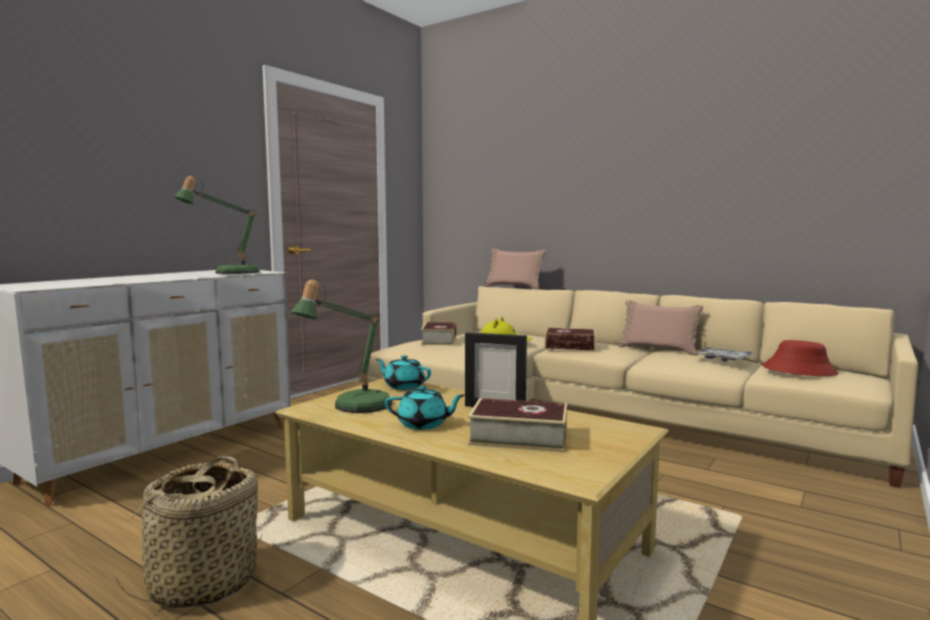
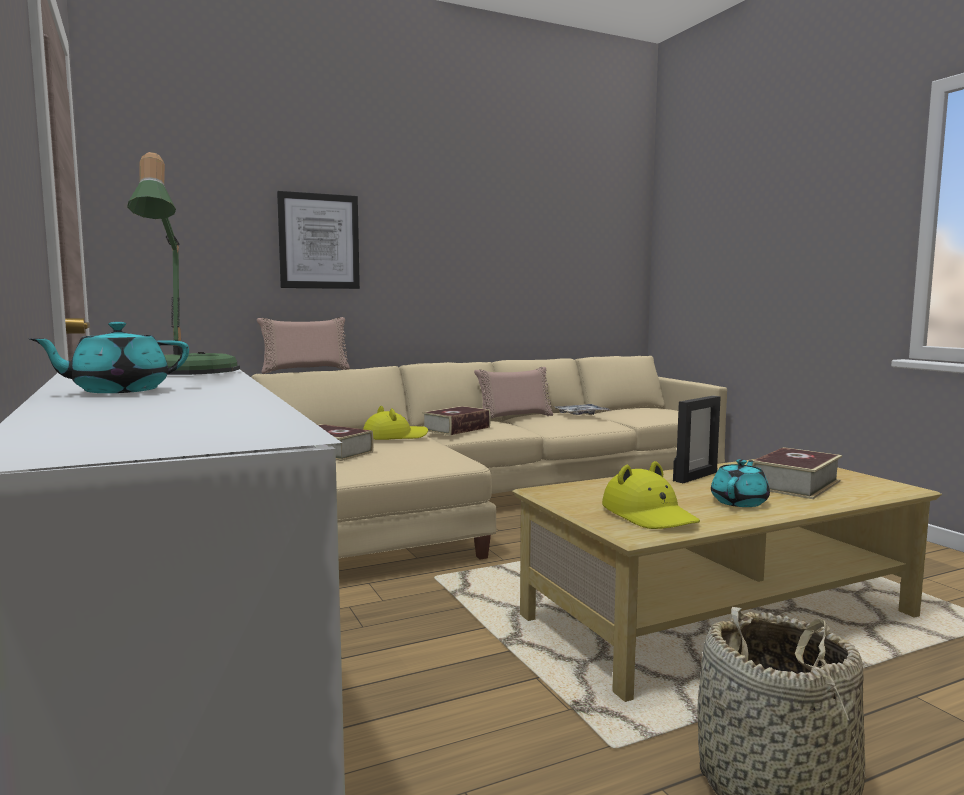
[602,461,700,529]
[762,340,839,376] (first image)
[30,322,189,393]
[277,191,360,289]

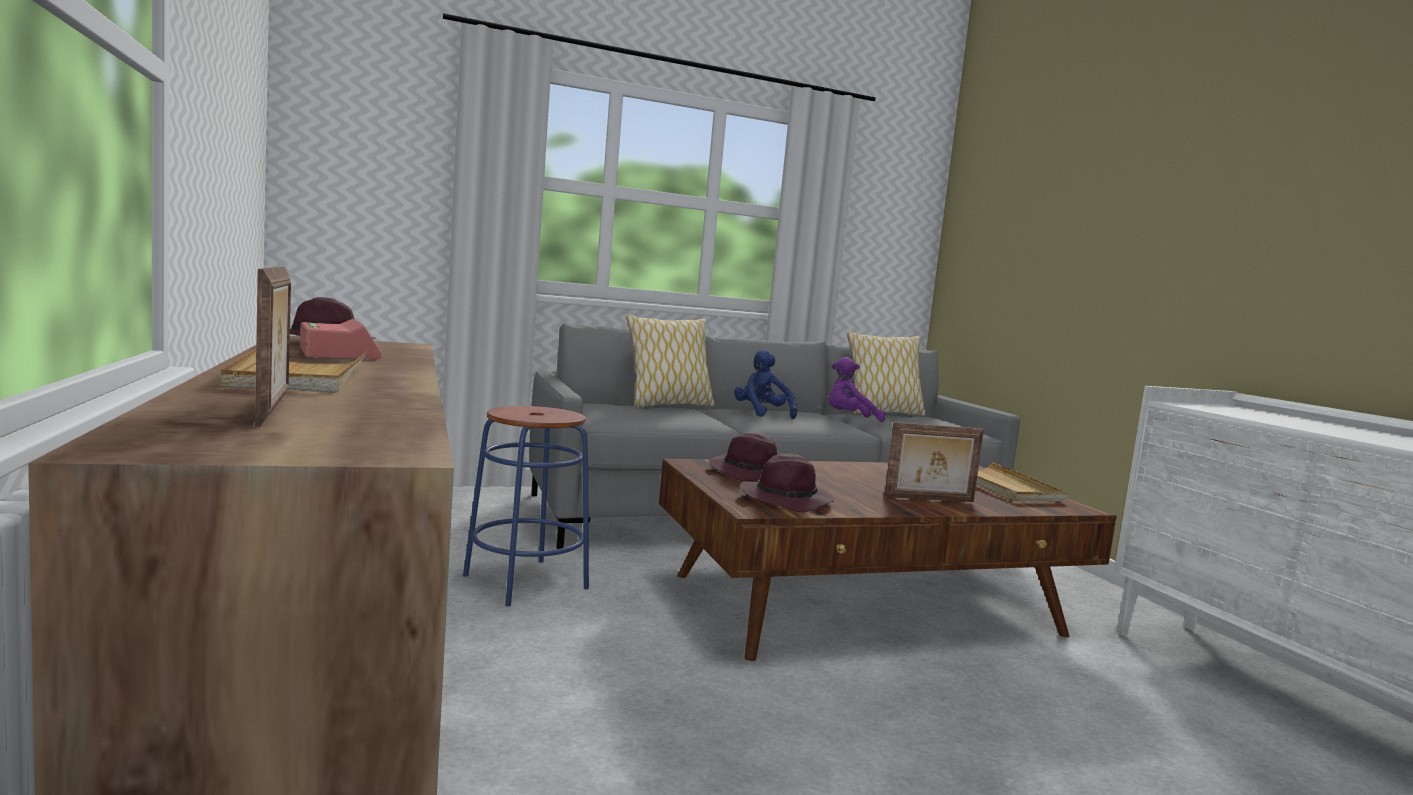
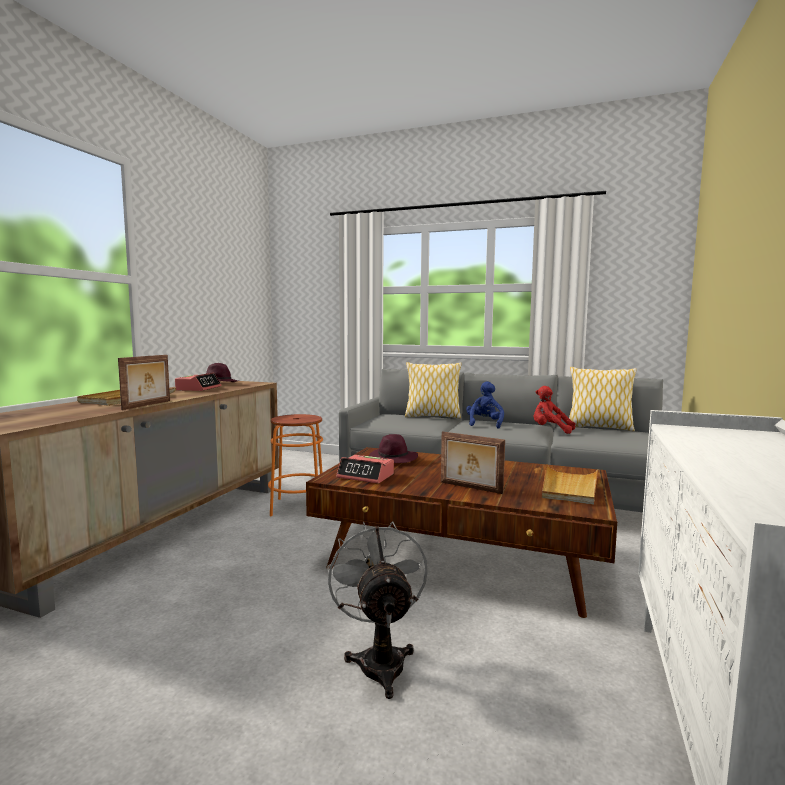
[118,355,170,410]
[534,386,576,434]
[268,414,323,516]
[336,455,394,484]
[327,521,428,699]

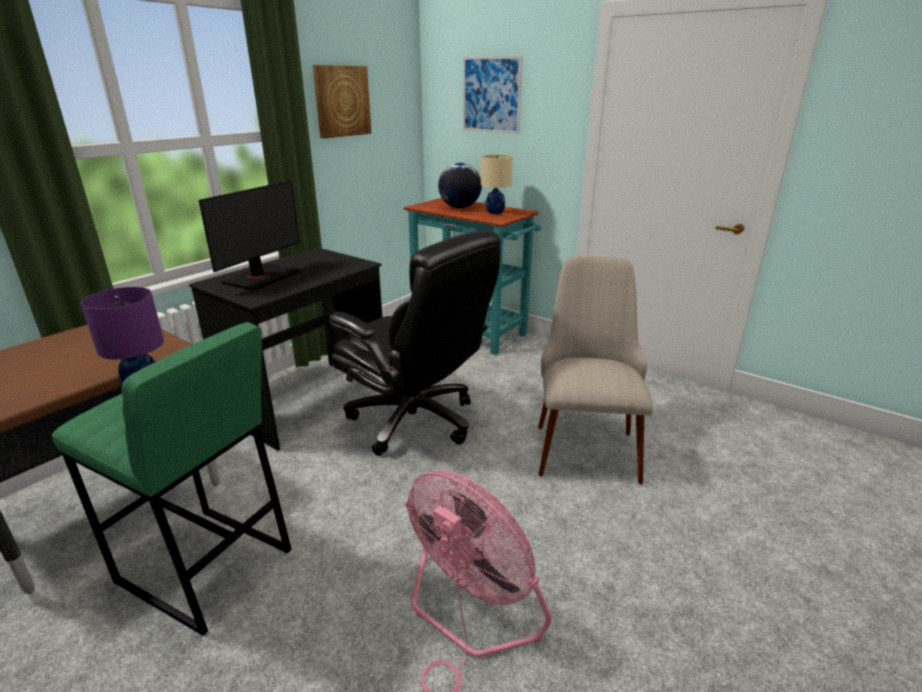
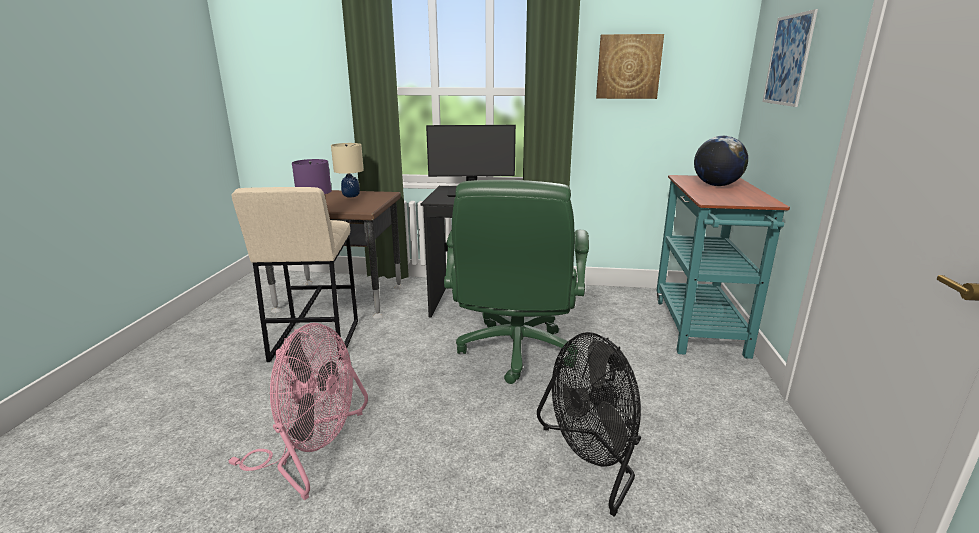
[331,143,364,197]
[444,180,589,384]
[537,332,641,517]
[232,187,358,362]

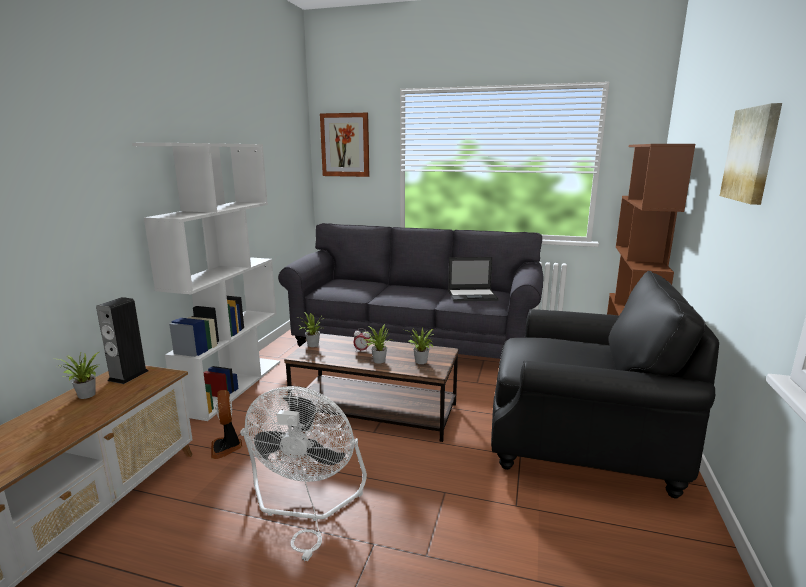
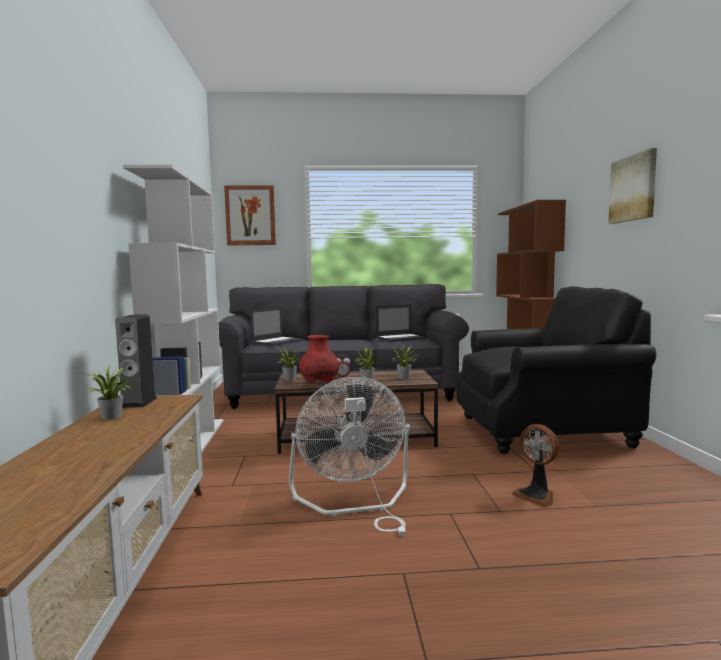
[512,424,559,507]
[250,307,304,346]
[299,335,339,385]

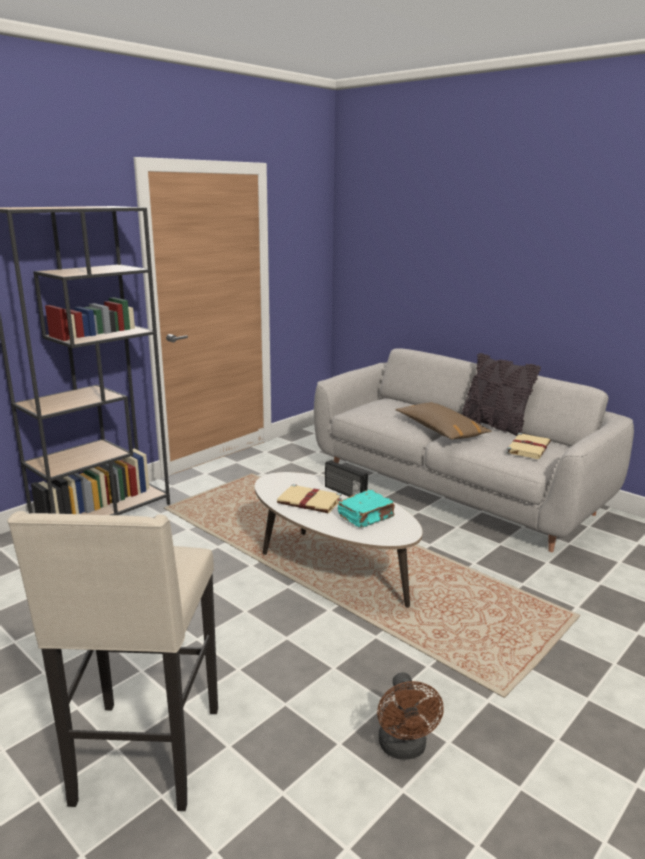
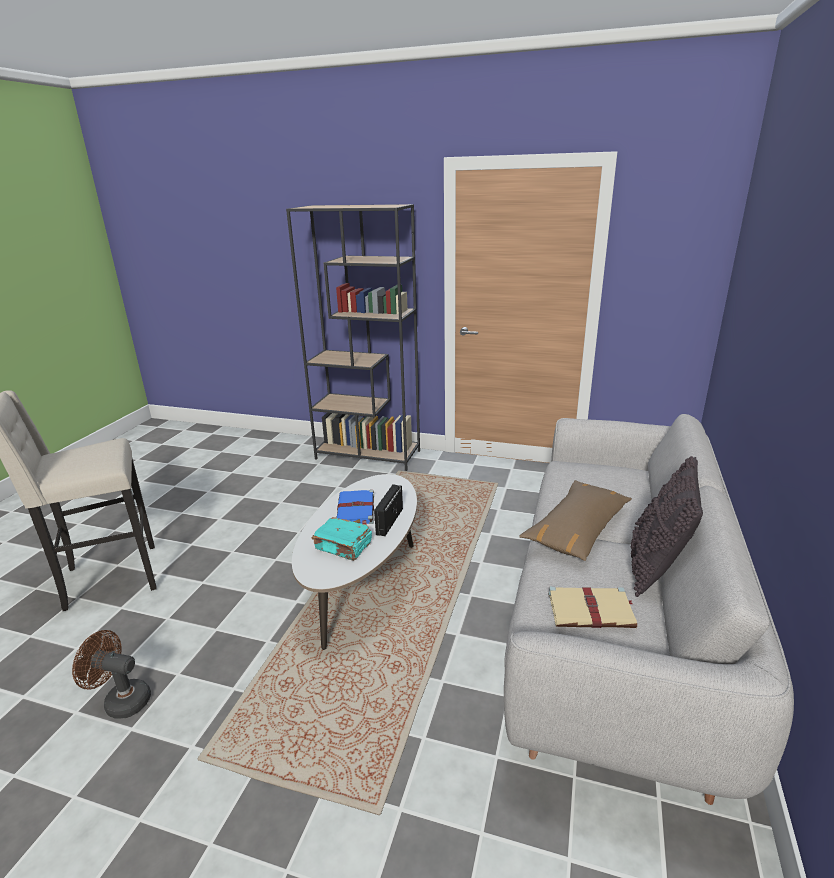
[337,490,374,525]
[72,630,151,719]

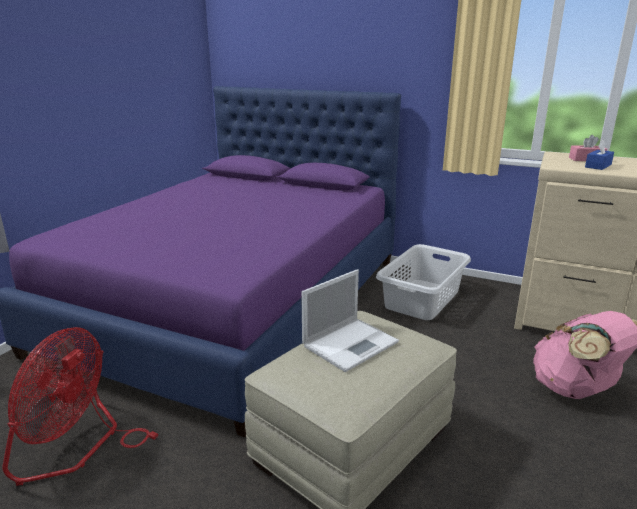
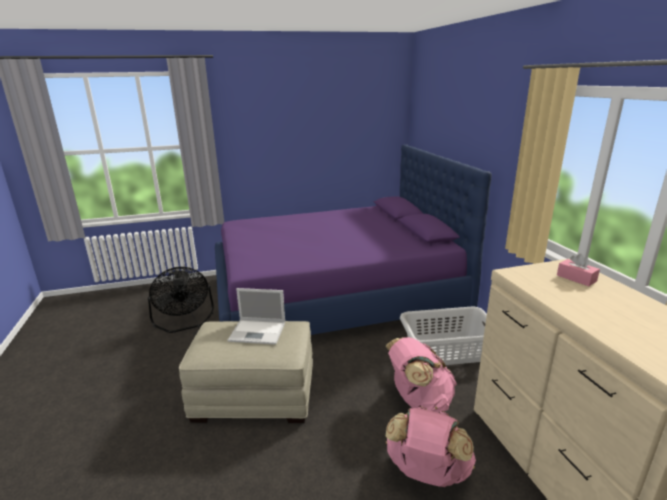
[585,140,614,170] (first image)
[147,267,214,337]
[386,337,457,413]

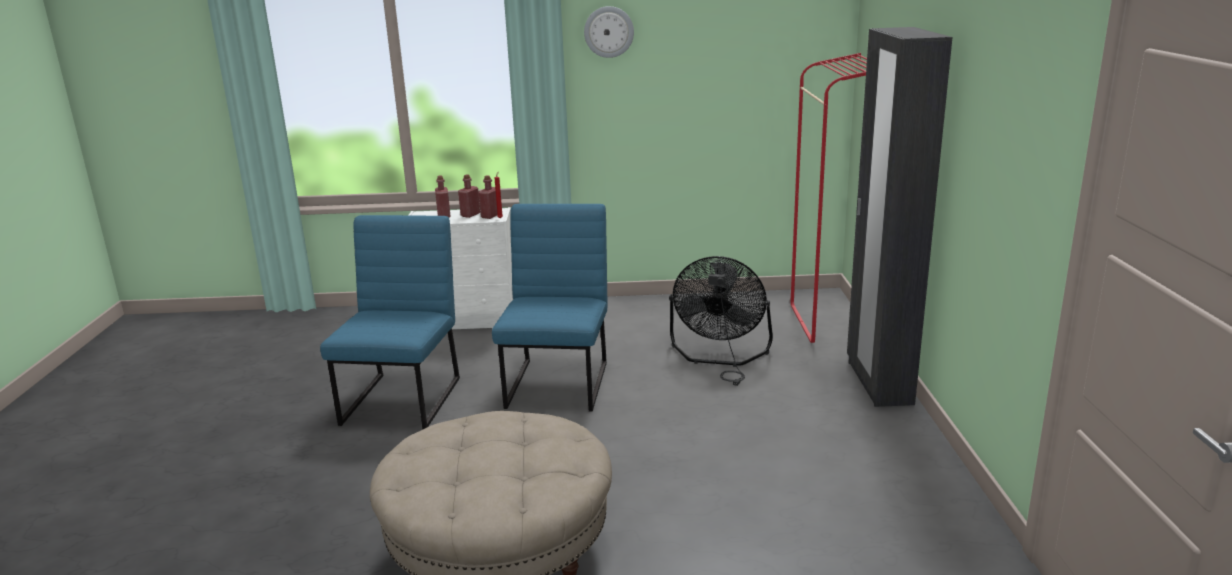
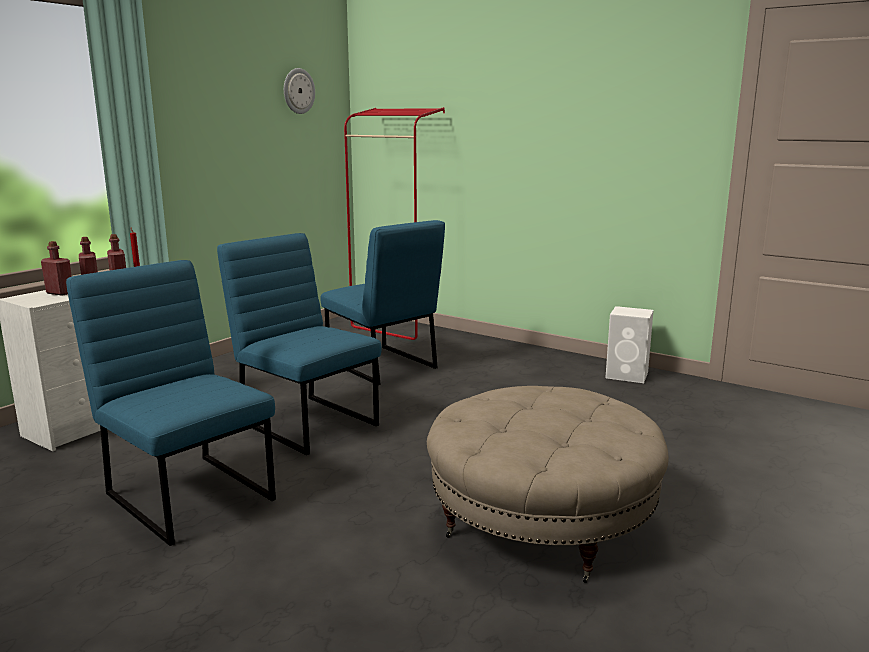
[284,68,315,114]
[847,27,952,407] (first image)
[321,220,445,385]
[605,306,654,383]

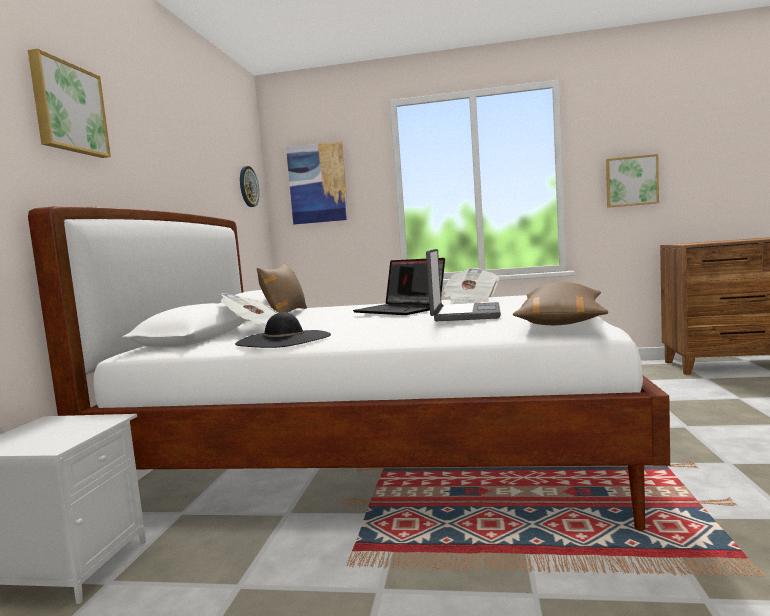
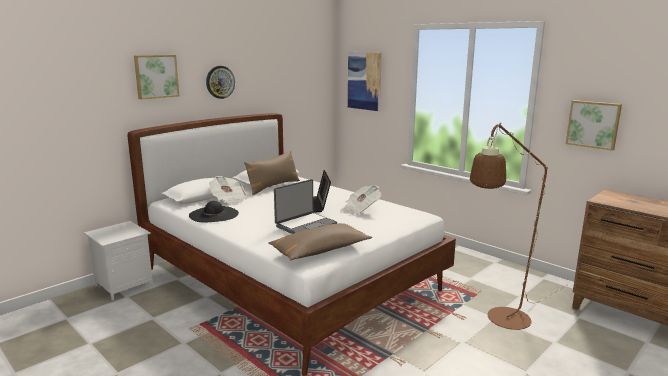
[206,66,235,99]
[470,122,567,330]

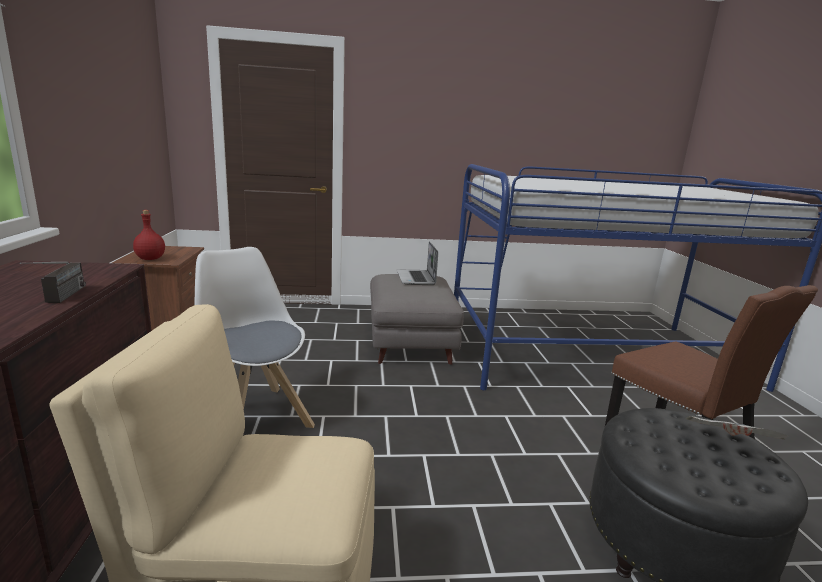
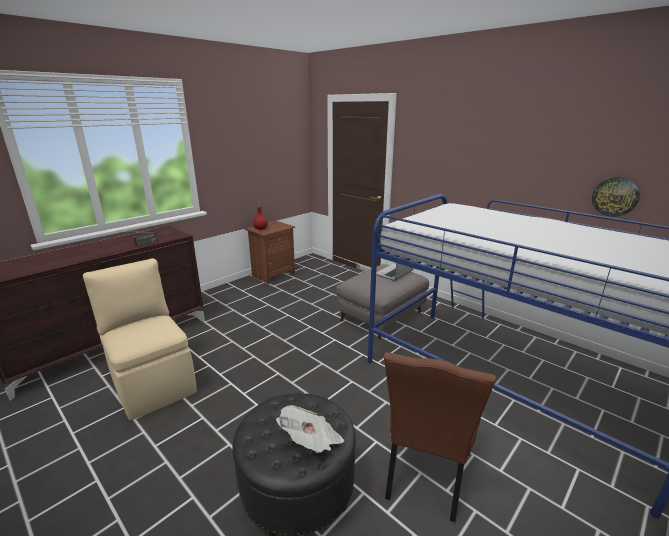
[194,247,315,428] (first image)
[591,177,640,217]

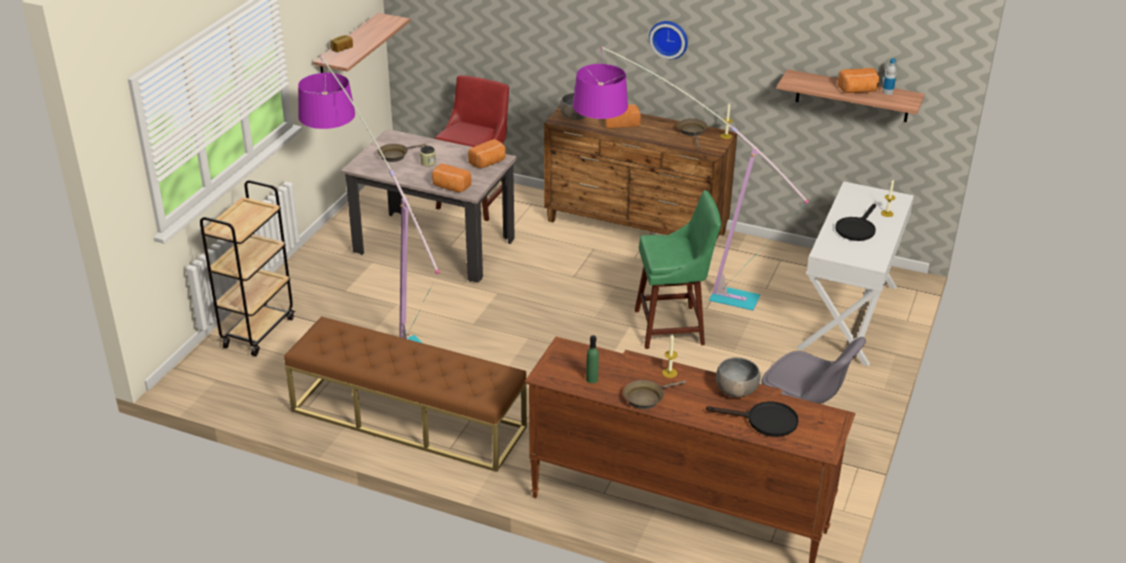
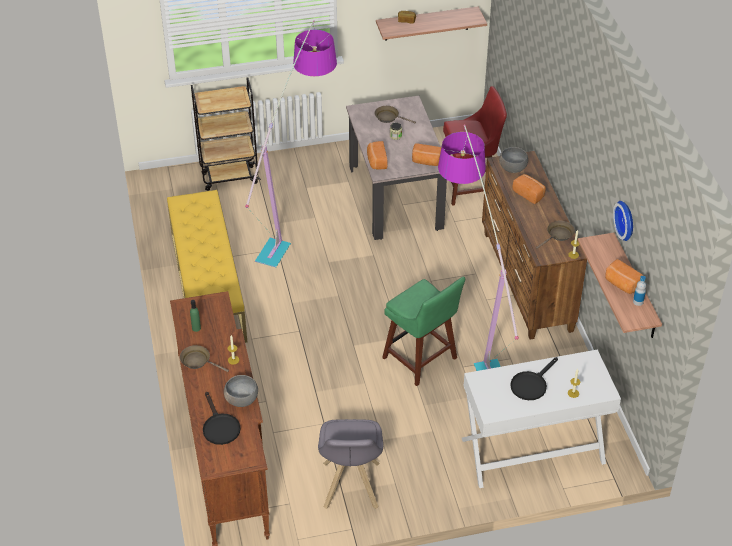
[613,201,633,241]
[510,357,558,400]
[167,190,247,343]

